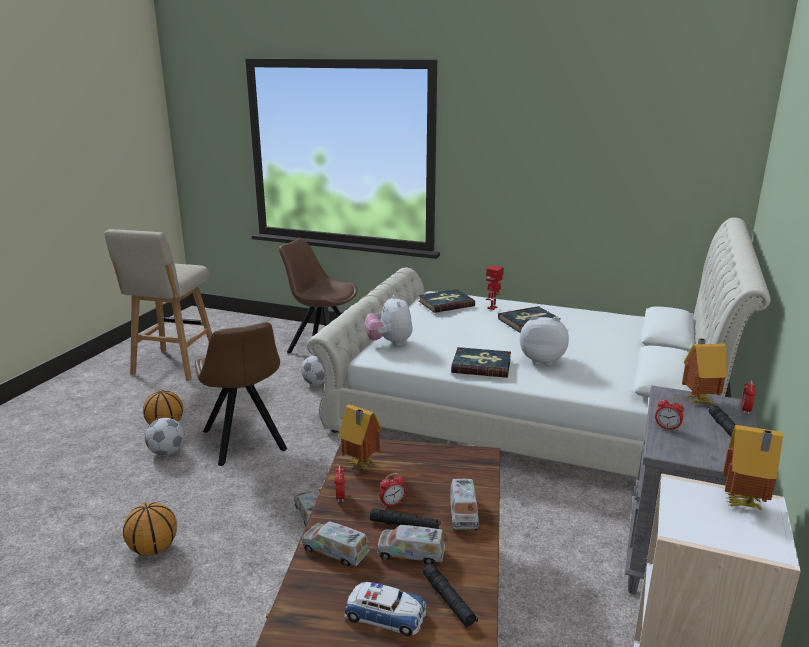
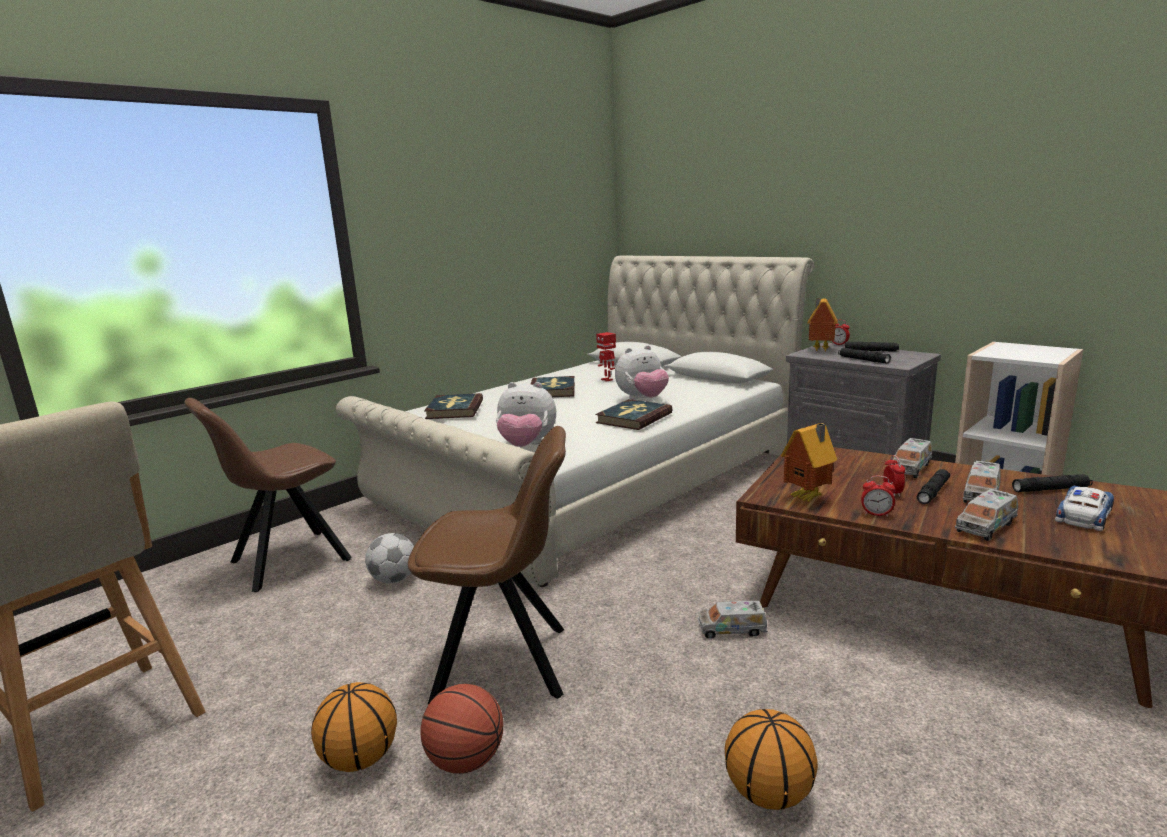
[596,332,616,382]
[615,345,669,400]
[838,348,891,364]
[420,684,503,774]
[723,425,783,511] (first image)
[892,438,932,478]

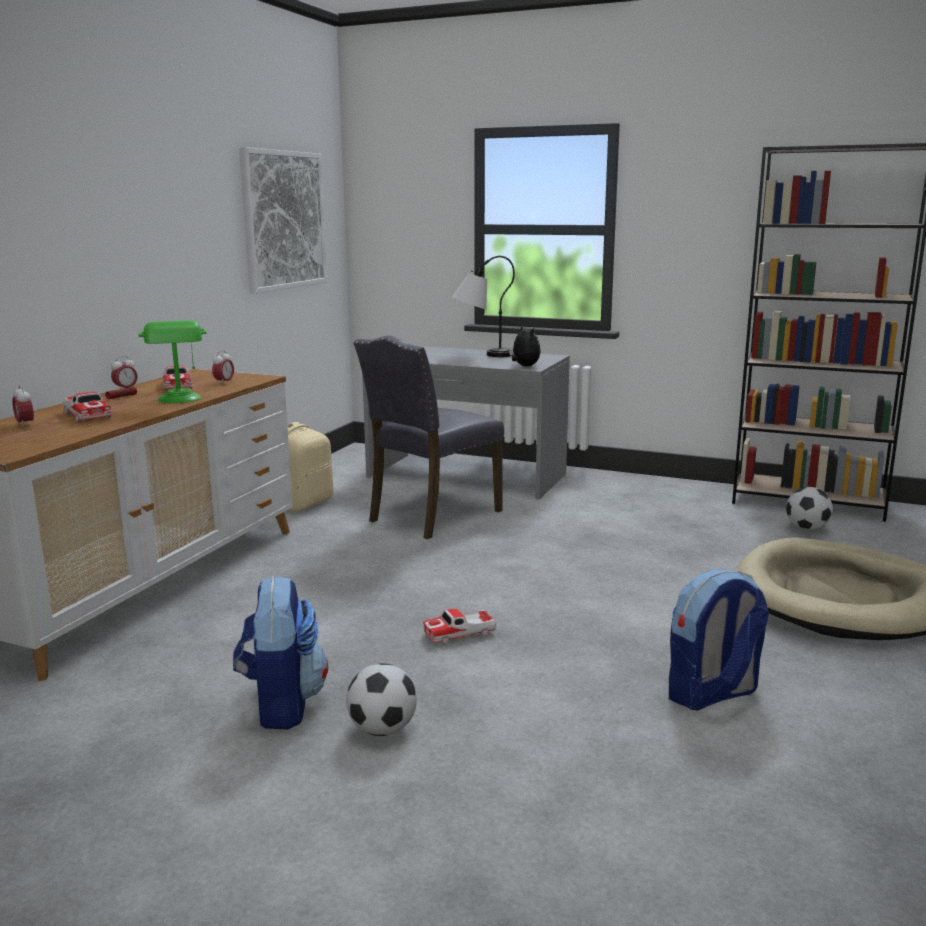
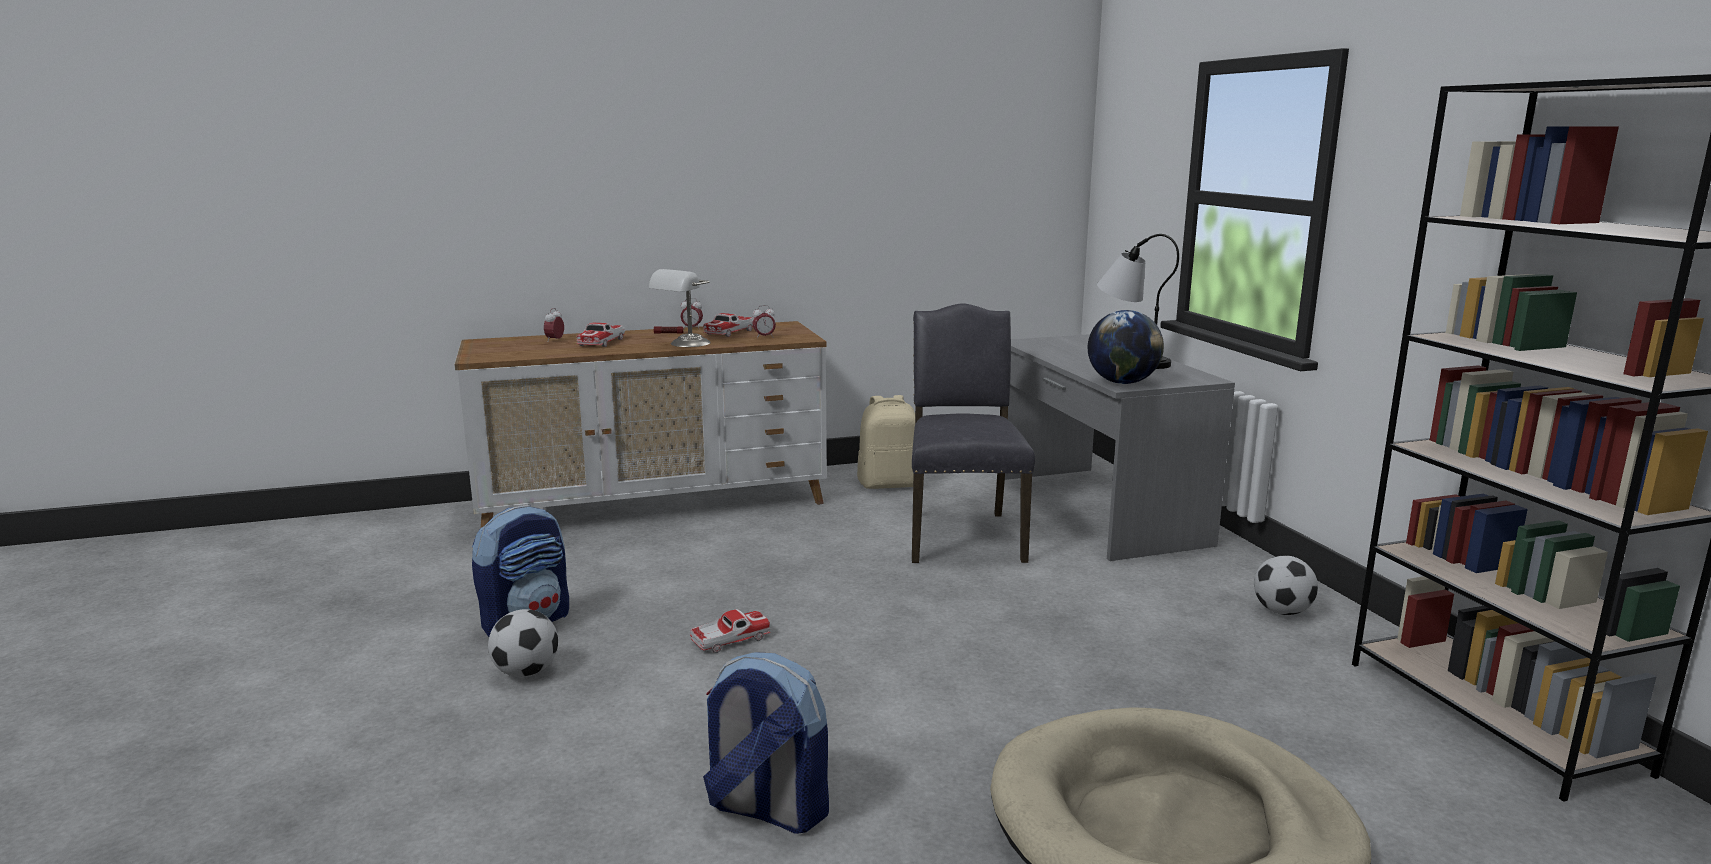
[239,147,327,294] (first image)
[649,269,711,347]
[1088,310,1164,384]
[912,303,1035,563]
[1254,555,1318,615]
[690,609,770,653]

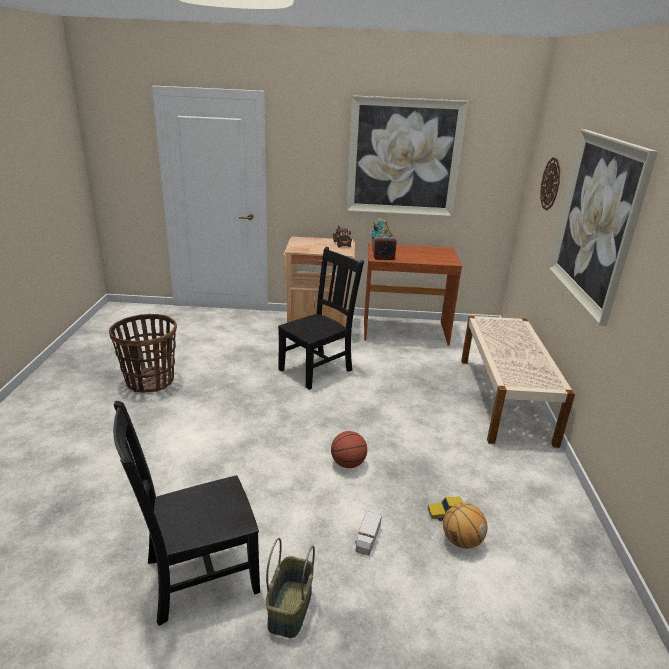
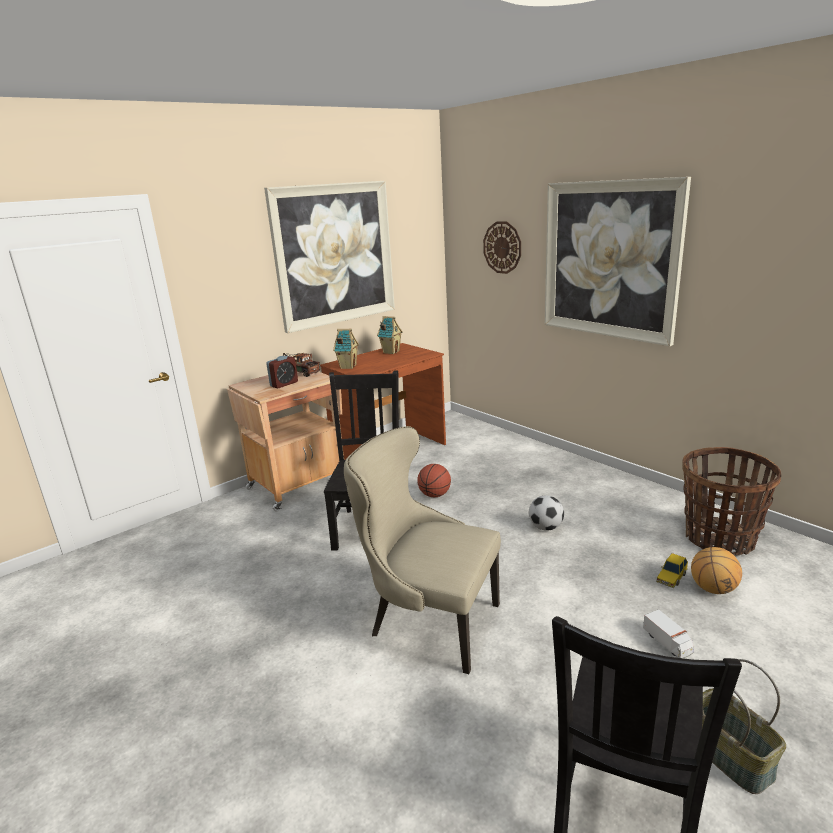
[266,356,298,388]
[682,447,781,555]
[461,315,575,448] (first image)
[417,464,451,497]
[377,316,403,354]
[344,426,501,674]
[529,495,564,531]

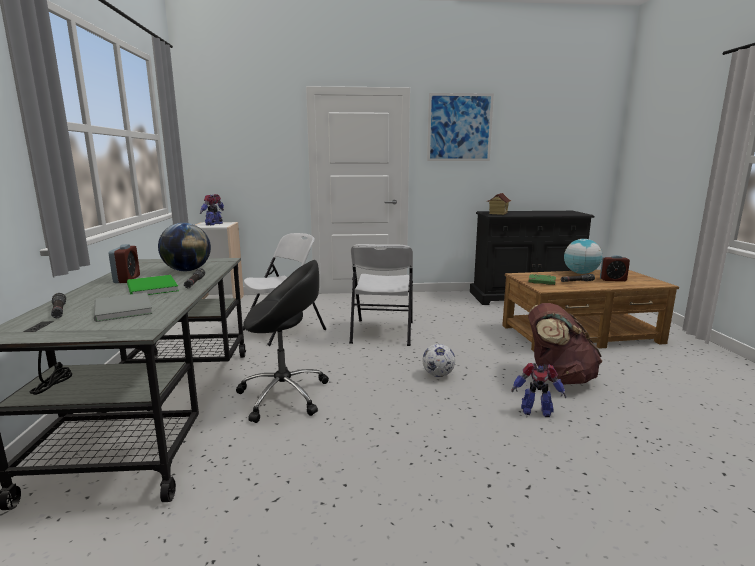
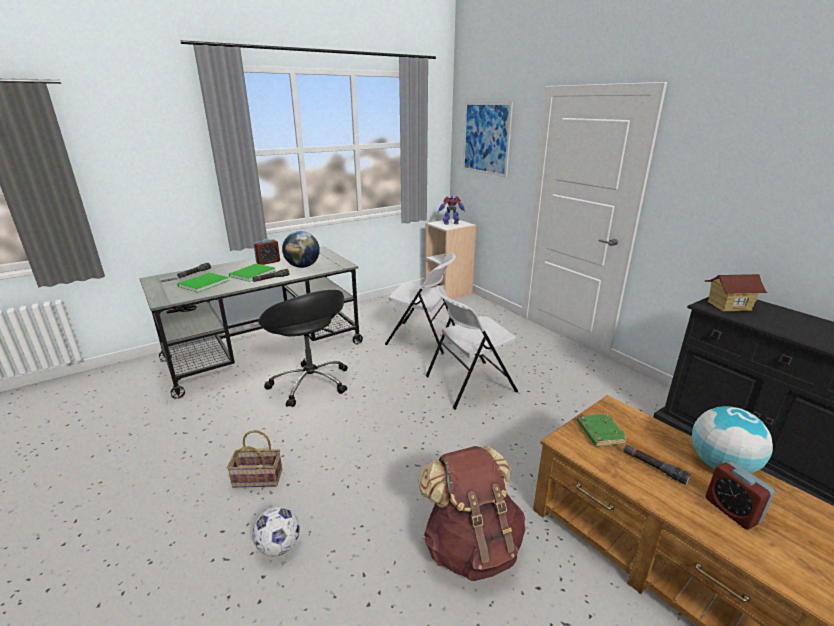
[463,102,513,177]
[177,272,229,293]
[252,506,300,556]
[511,363,566,417] (first image)
[227,430,282,488]

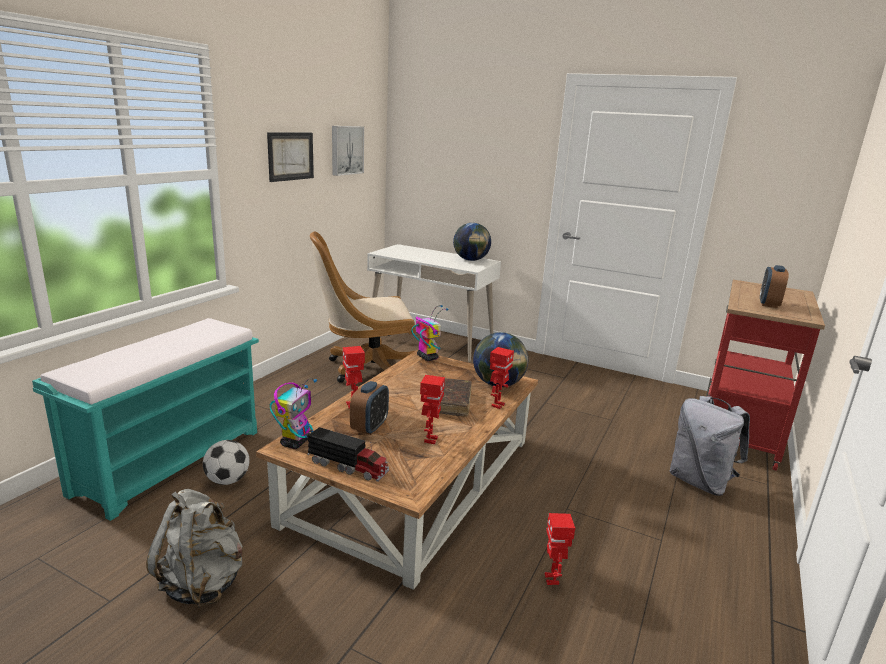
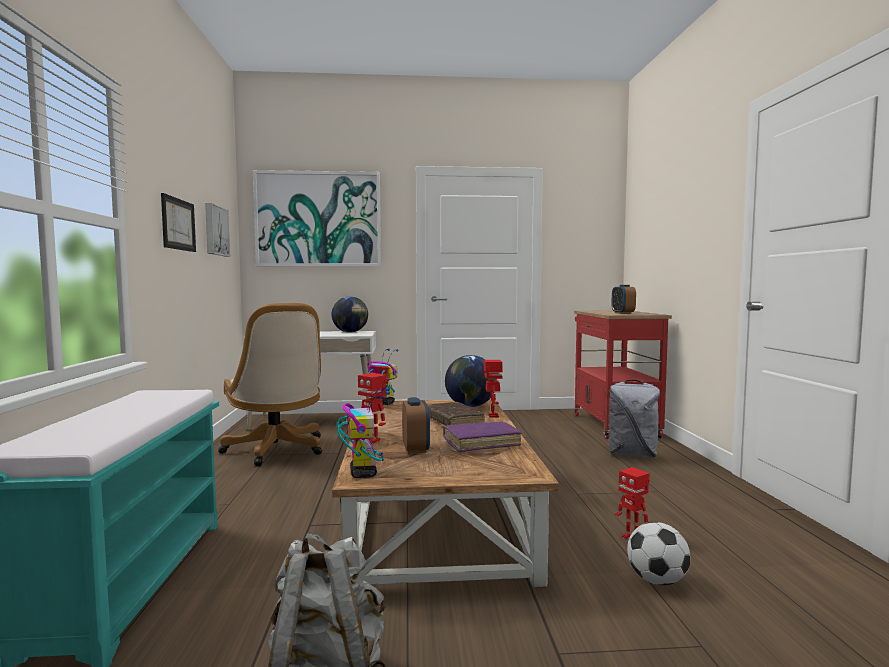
[218,303,322,466]
[443,421,522,452]
[307,427,389,482] (first image)
[627,522,691,585]
[253,170,381,267]

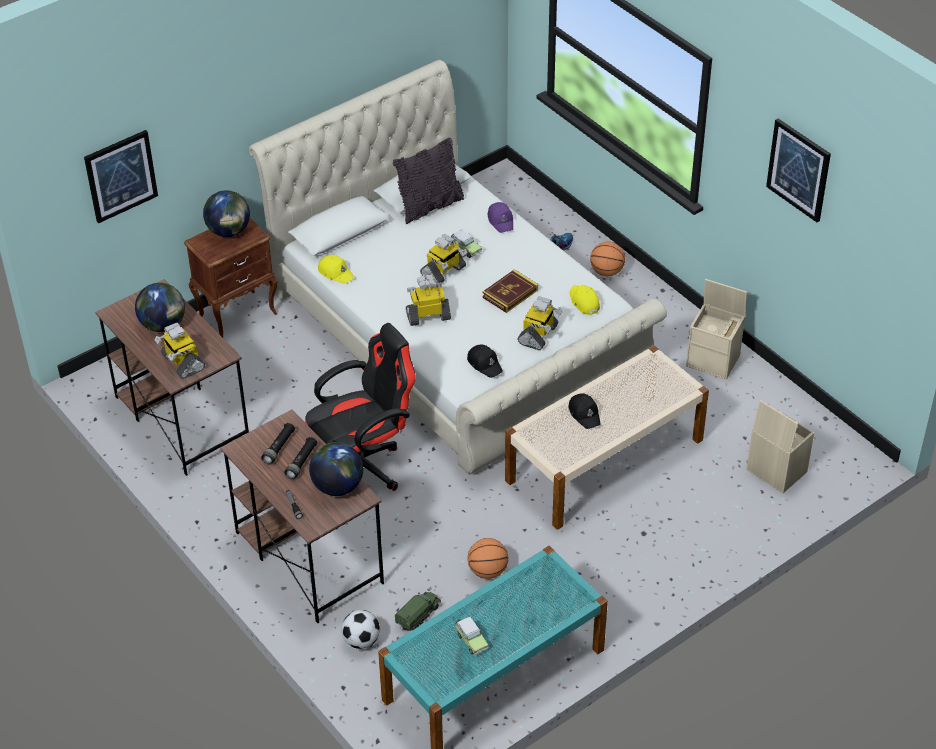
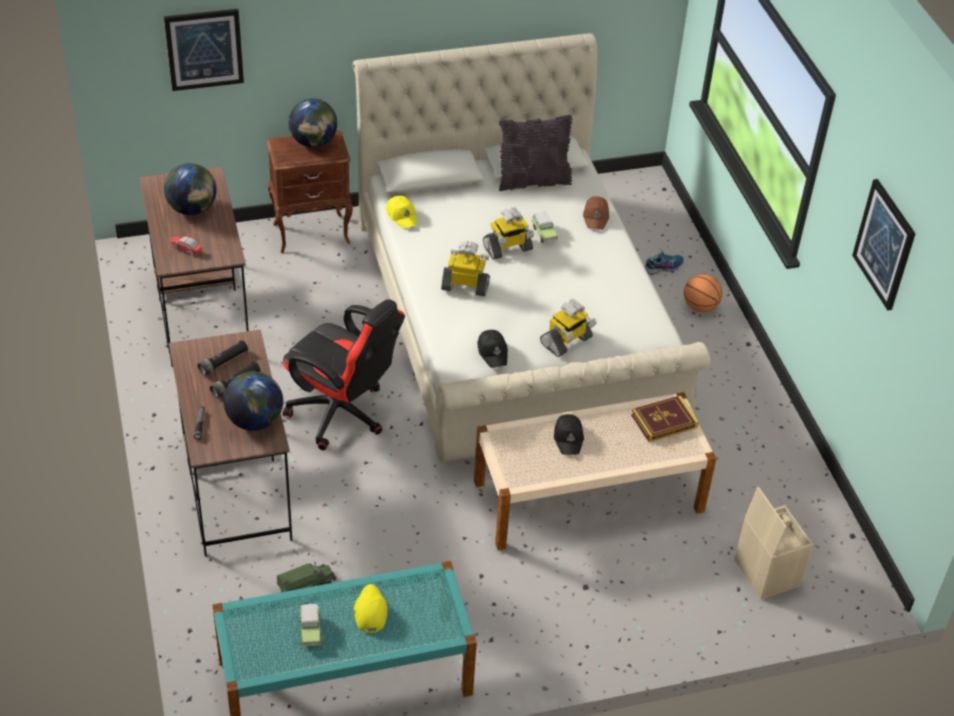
[583,196,609,229]
[631,395,699,442]
[686,279,747,380] (first image)
[354,584,388,633]
[170,236,202,256]
[282,299,405,450]
[467,538,509,579] (first image)
[341,610,380,649] (first image)

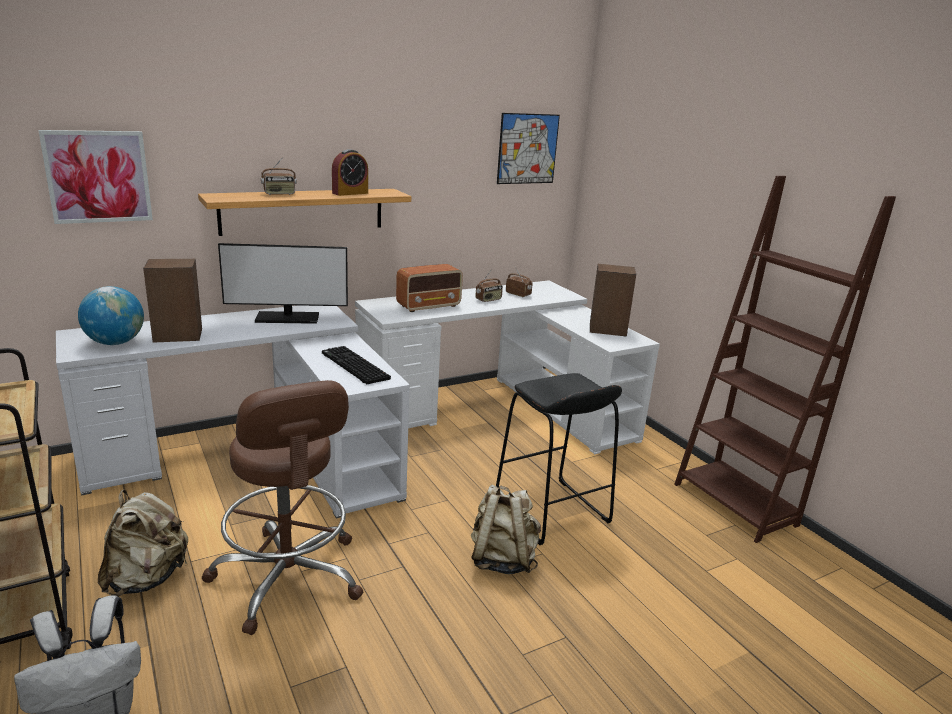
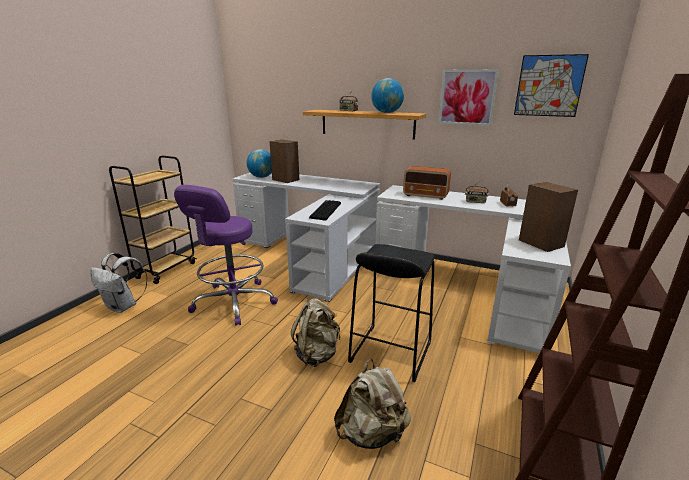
[439,69,499,126]
[371,78,404,113]
[218,243,348,324] (first image)
[174,185,278,326]
[334,359,411,449]

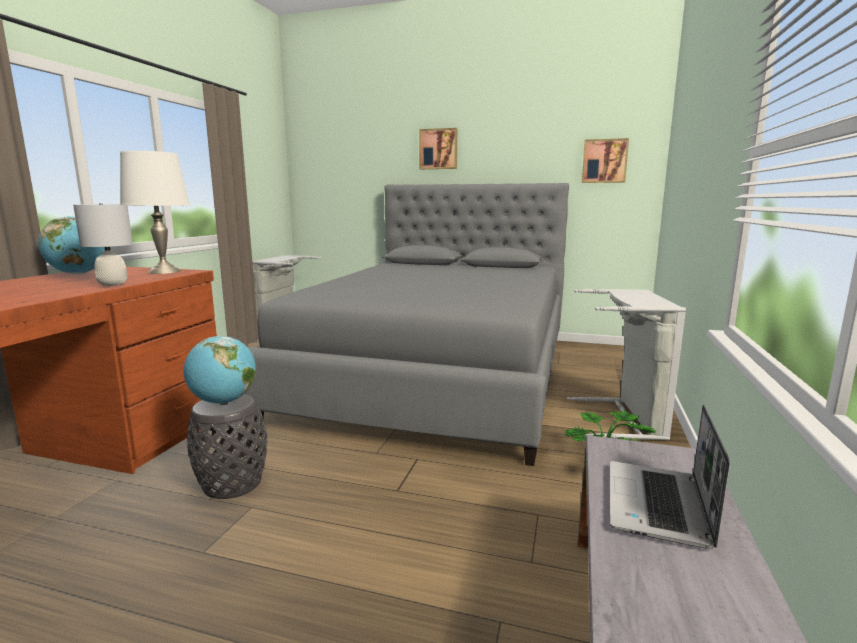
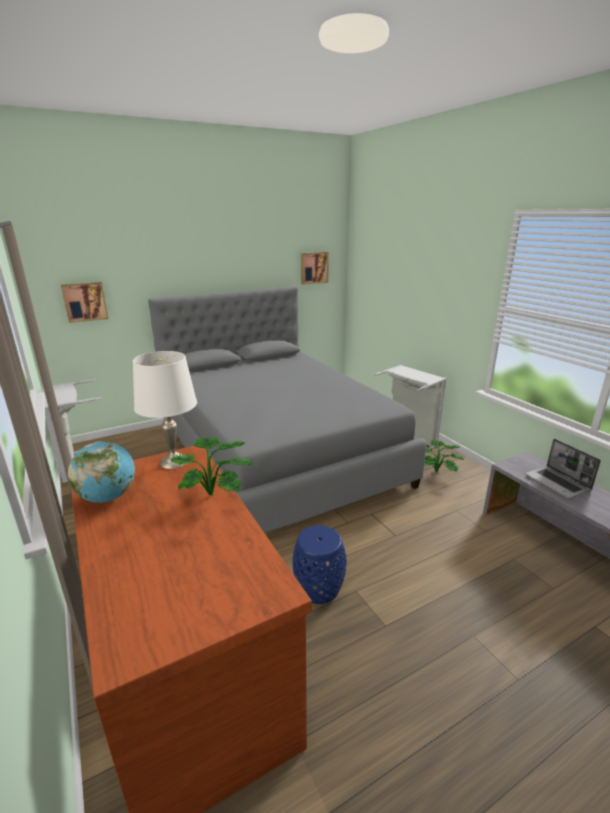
[61,282,109,323]
[170,436,253,496]
[183,336,256,404] (first image)
[292,525,347,604]

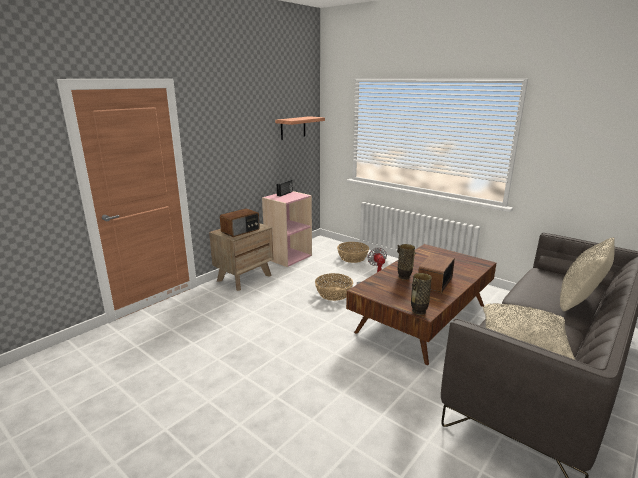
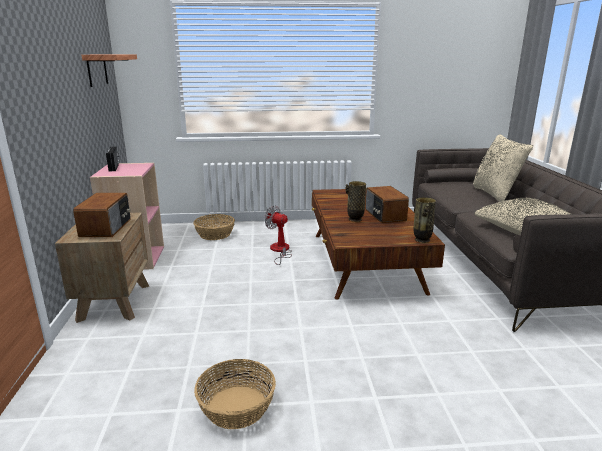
[194,359,276,429]

